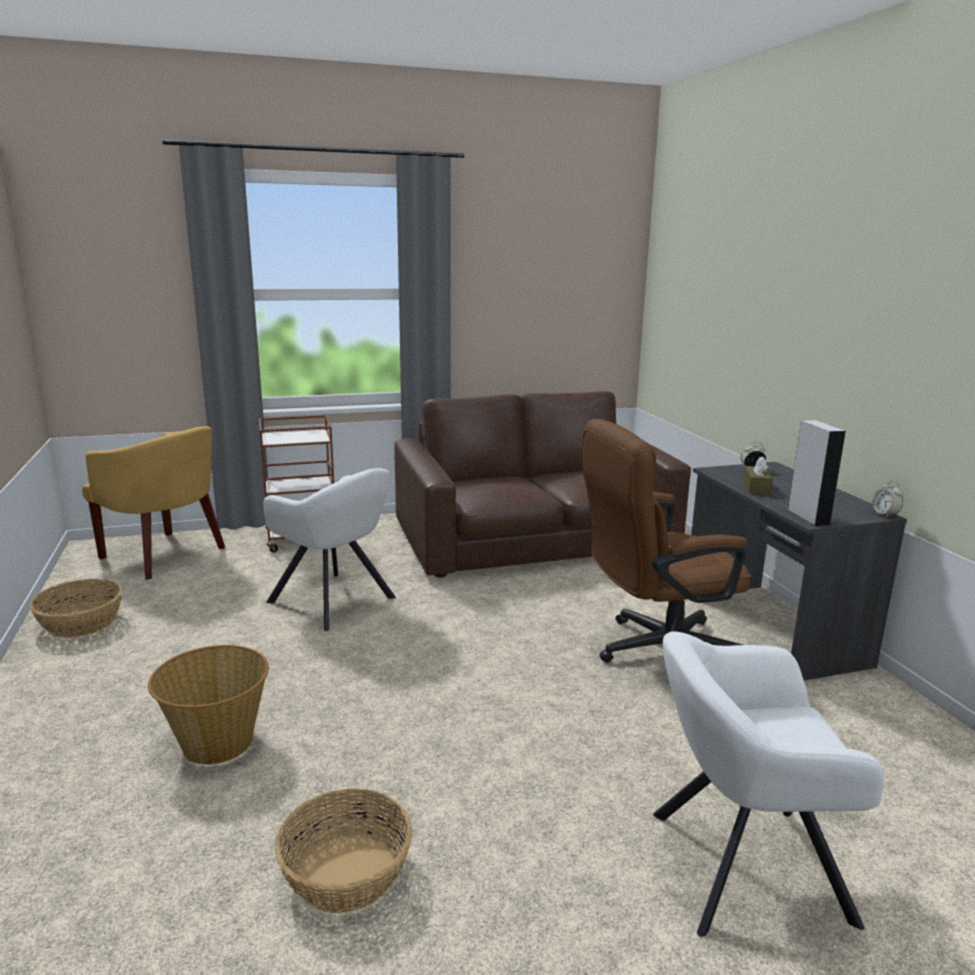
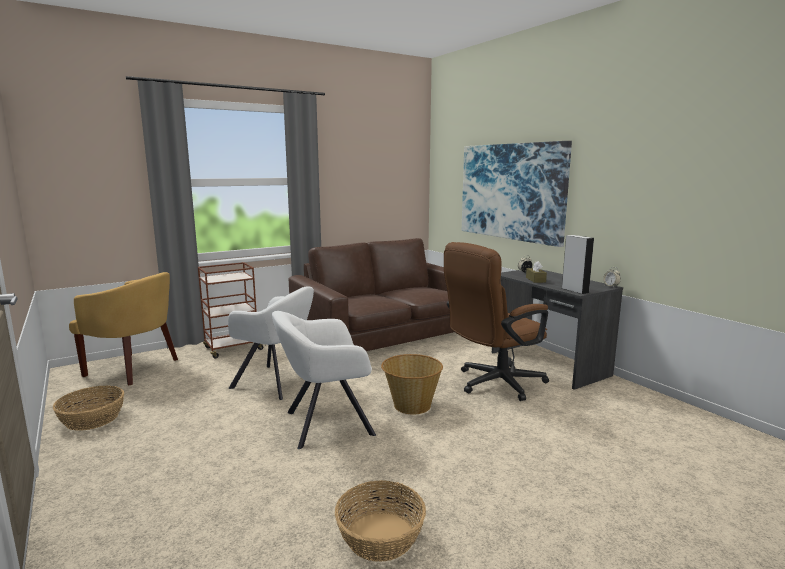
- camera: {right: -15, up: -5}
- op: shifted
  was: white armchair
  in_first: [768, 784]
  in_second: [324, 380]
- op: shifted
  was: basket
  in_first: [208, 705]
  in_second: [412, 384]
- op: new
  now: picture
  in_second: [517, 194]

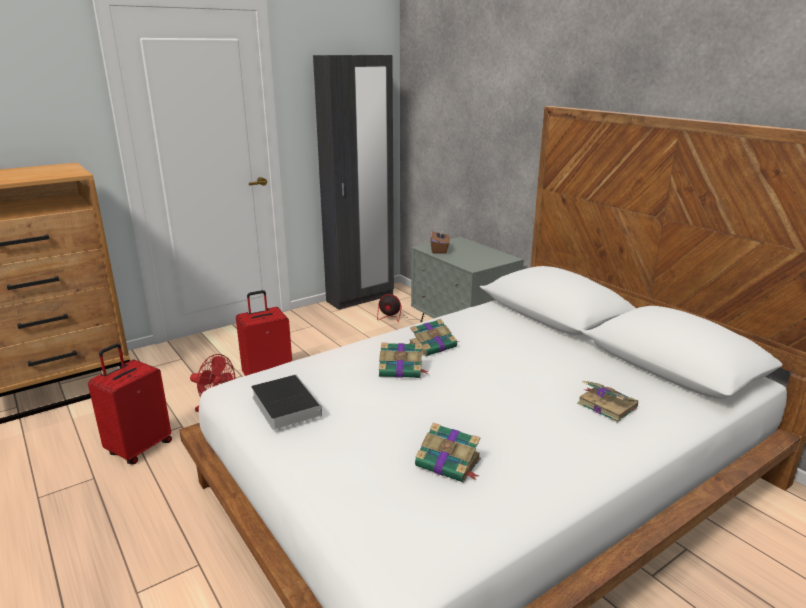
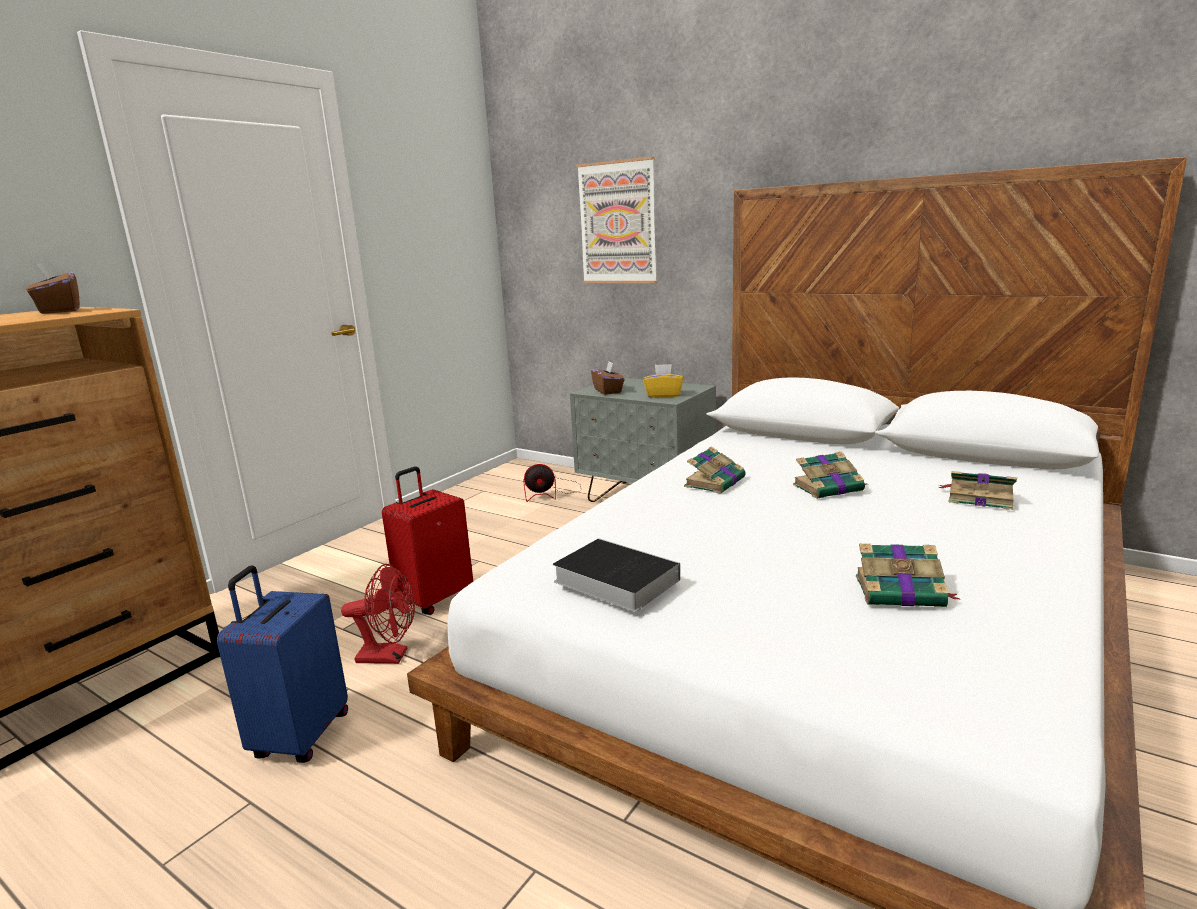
- camera: {right: -20, up: -5}
- op: new
  now: brown tissue box
  in_second: [53, 288]
- op: repainted
  was: red suitcase
  now: blue suitcase
  in_first: [130, 403]
  in_second: [282, 664]
- op: new
  now: picture
  in_second: [617, 220]
- op: new
  now: yellow tissue box
  in_second: [663, 380]
- op: shifted
  was: book
  in_first: [404, 360]
  in_second: [830, 475]
- op: gone
  was: black wardrobe
  in_first: [353, 182]

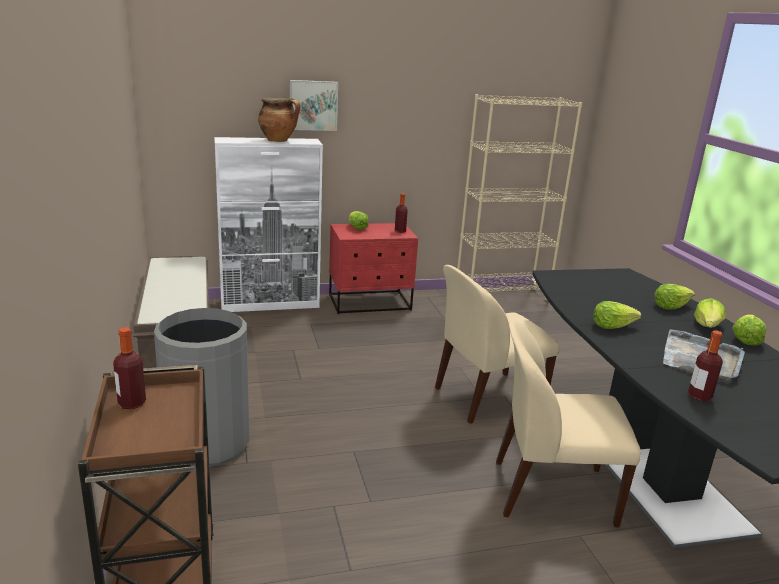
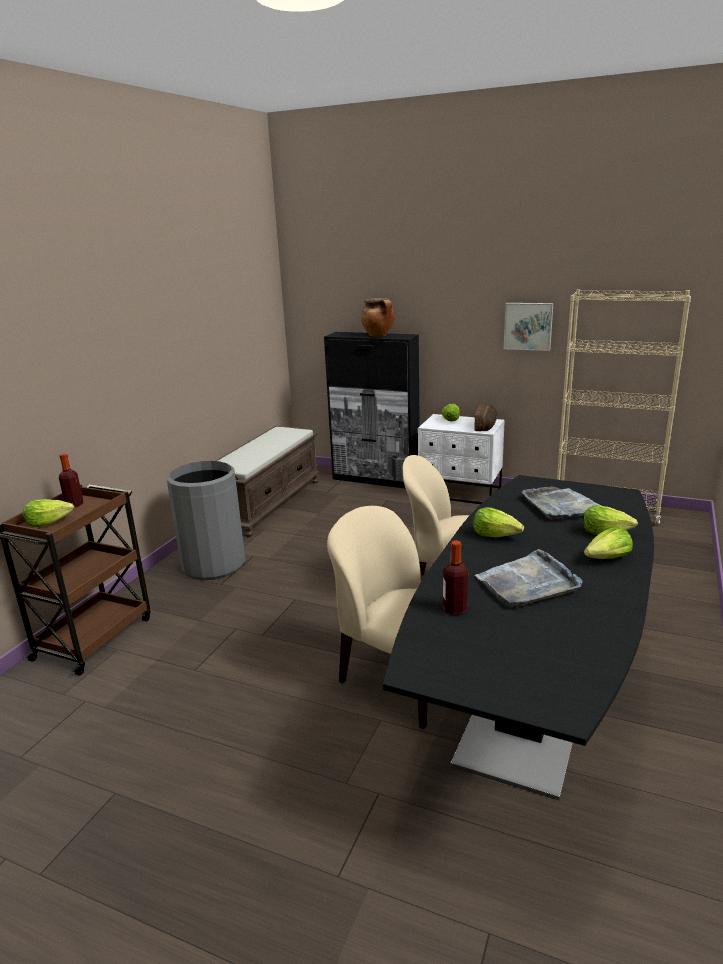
- camera: {right: 40, up: 0}
- op: shifted
  was: lettuce
  in_first: [749, 330]
  in_second: [48, 513]
- op: repainted
  was: white cabinet
  now: black cabinet
  in_first: [268, 224]
  in_second: [372, 410]
- op: repainted
  was: red nightstand
  now: white nightstand
  in_first: [373, 268]
  in_second: [461, 459]
- op: swapped
  was: bottle
  now: bread
  in_first: [401, 213]
  in_second: [485, 417]
- op: shifted
  was: picture
  in_first: [313, 105]
  in_second: [528, 327]
- op: new
  now: grey tray
  in_second: [564, 502]

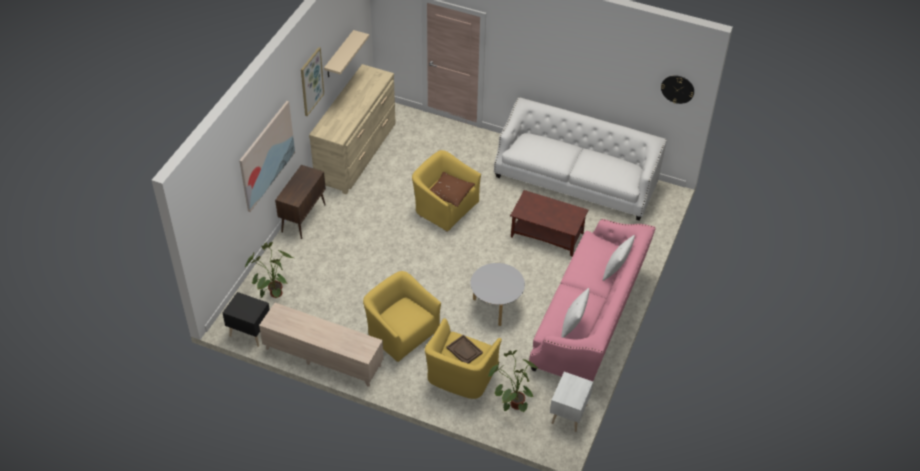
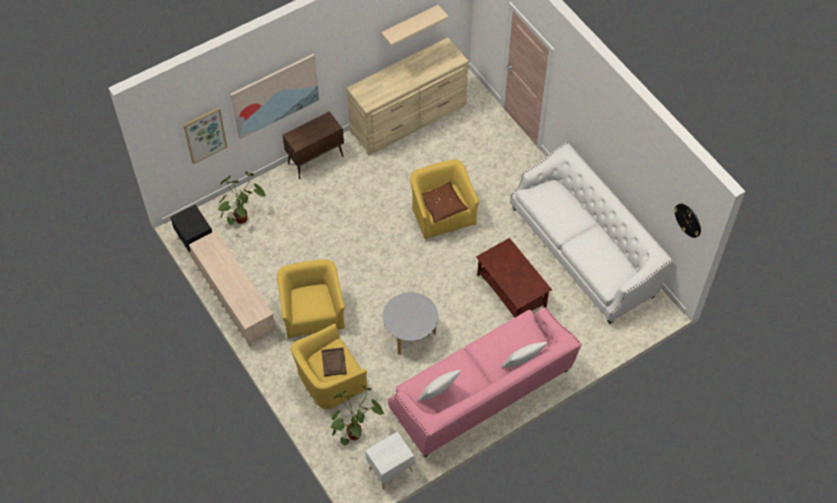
- camera: {right: 35, up: 10}
- op: shifted
  was: picture
  in_first: [312, 81]
  in_second: [205, 136]

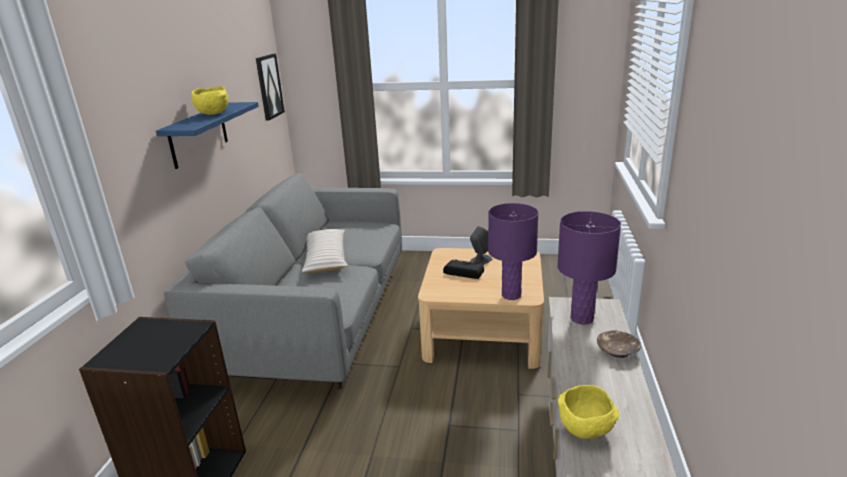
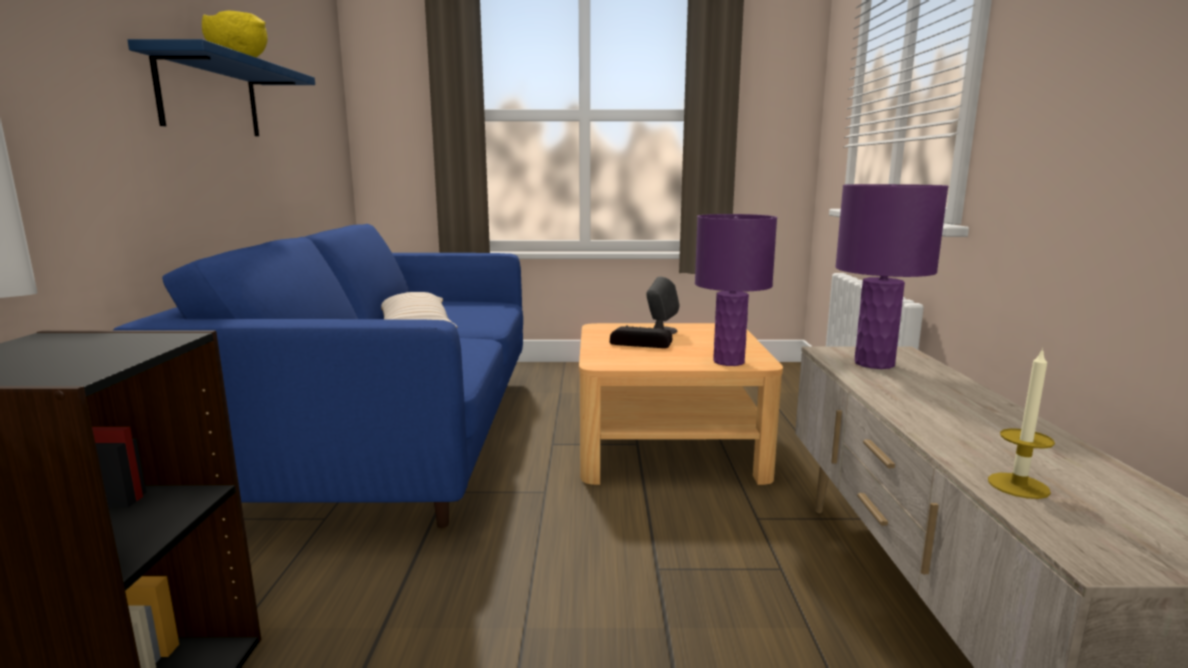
- camera: {right: -10, up: -10}
- op: repainted
  was: grey sofa
  now: blue sofa
  in_first: [283, 281]
  in_second: [317, 376]
- op: swapped
  was: yellow bowl
  now: candle
  in_first: [588, 412]
  in_second: [1021, 423]
- op: gone
  was: picture
  in_first: [270, 87]
- op: gone
  was: brown bowl
  in_first: [619, 344]

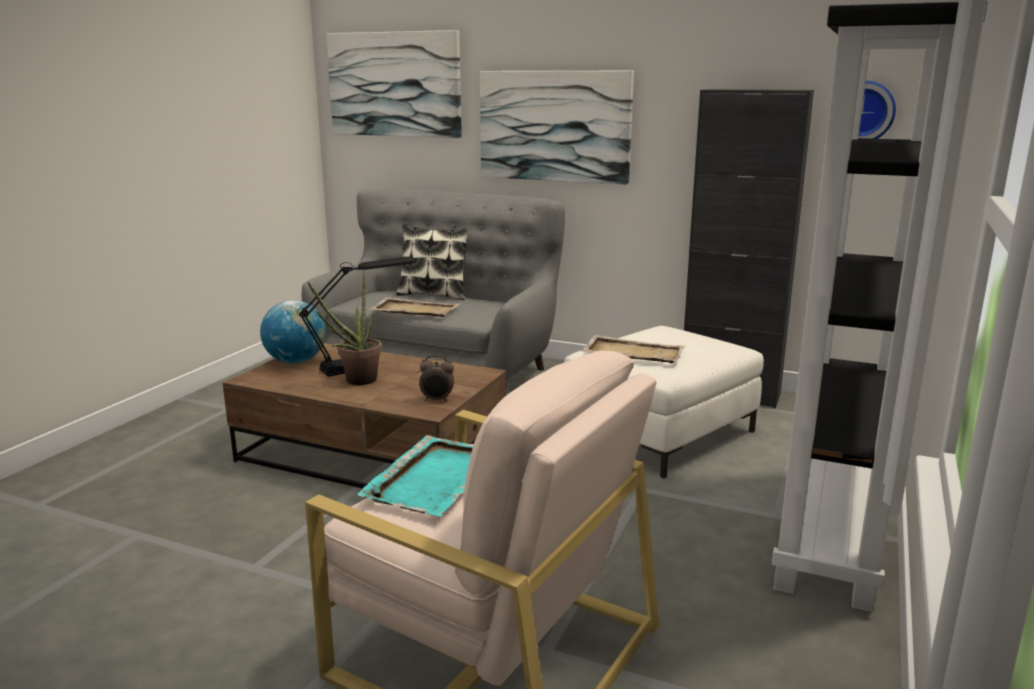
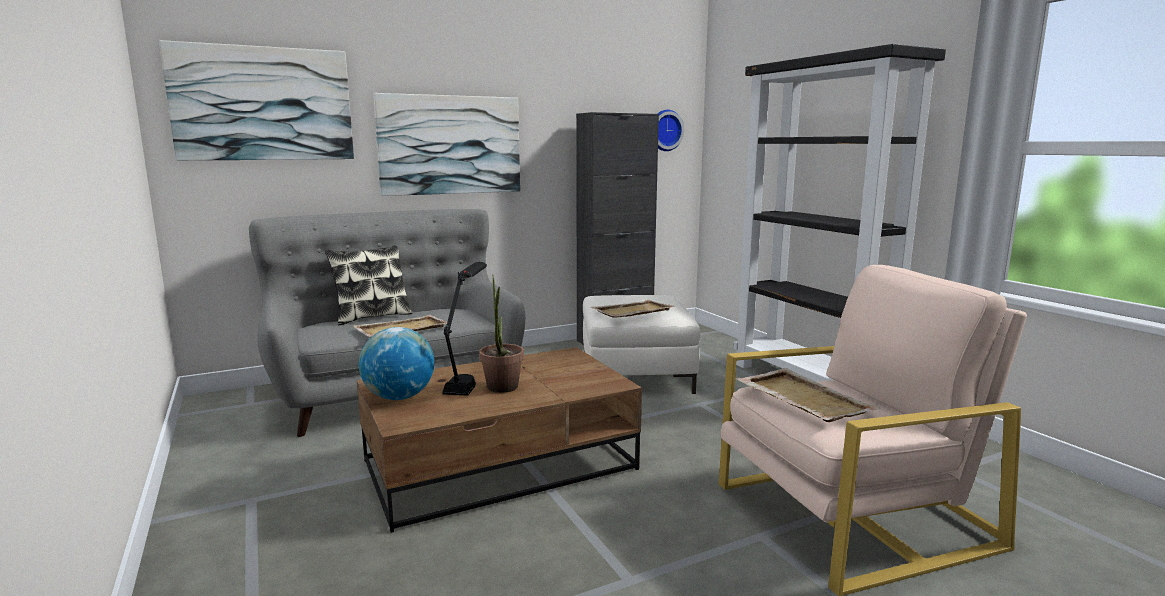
- camera: {right: -50, up: -5}
- op: repainted
  was: turquoise tray
  now: beige tray
  in_first: [415, 475]
  in_second: [808, 395]
- op: gone
  was: alarm clock
  in_first: [436, 378]

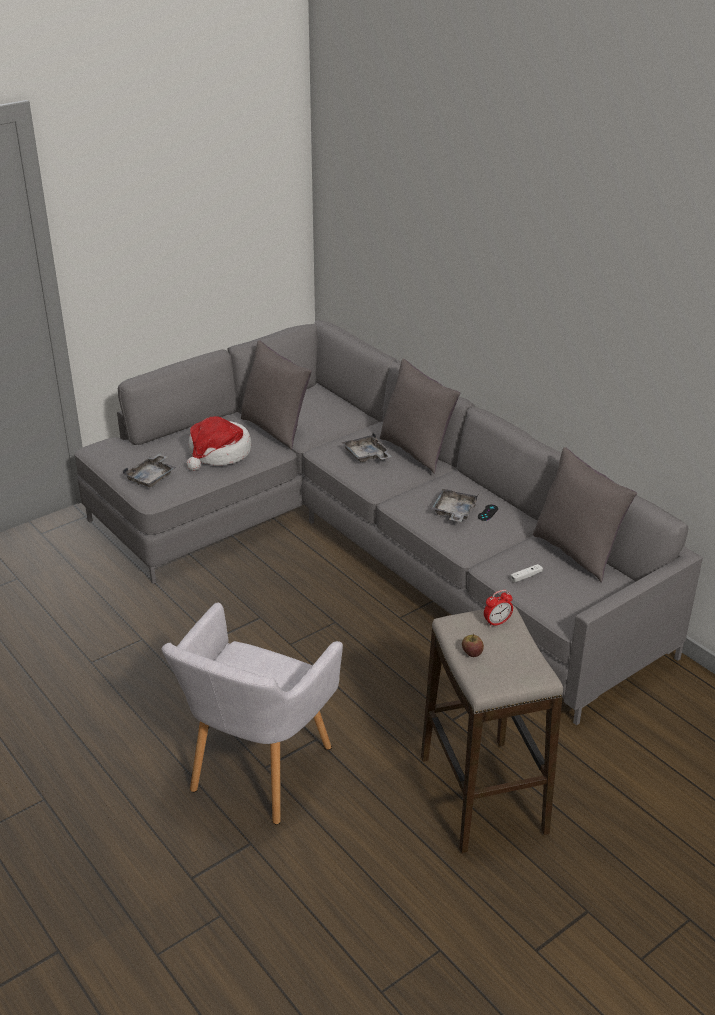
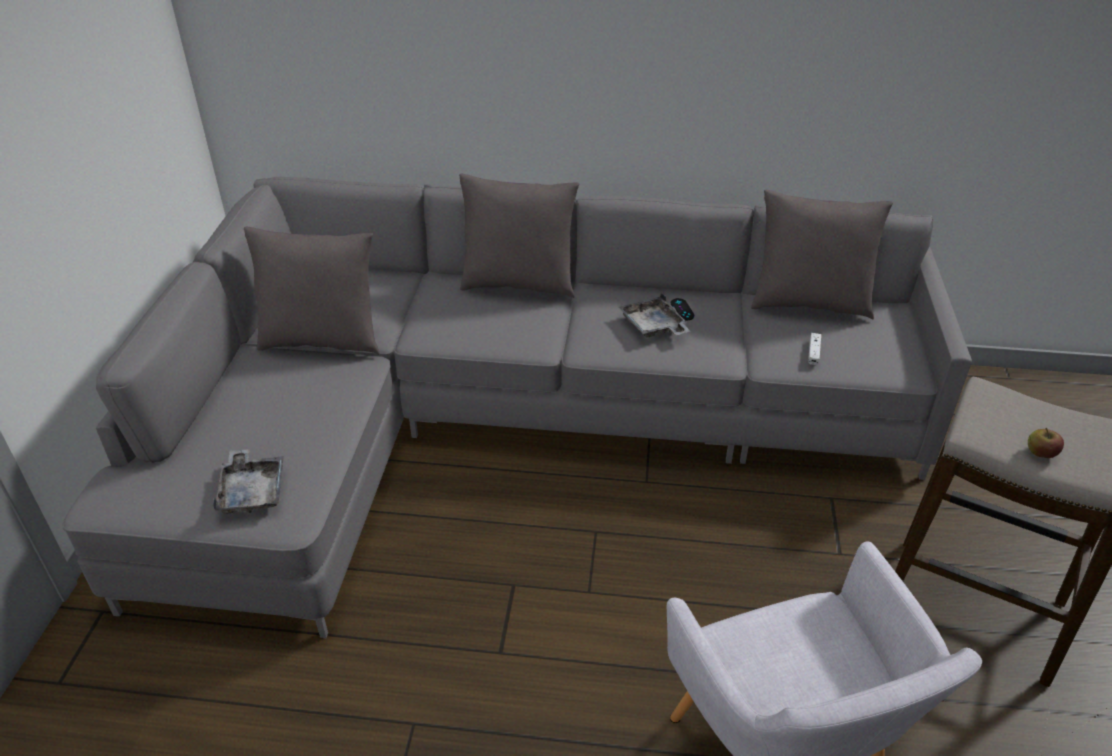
- camera: {right: -45, up: 5}
- op: gone
  was: hat
  in_first: [219, 443]
- op: gone
  was: grey tray
  in_first: [366, 447]
- op: gone
  was: alarm clock
  in_first: [498, 608]

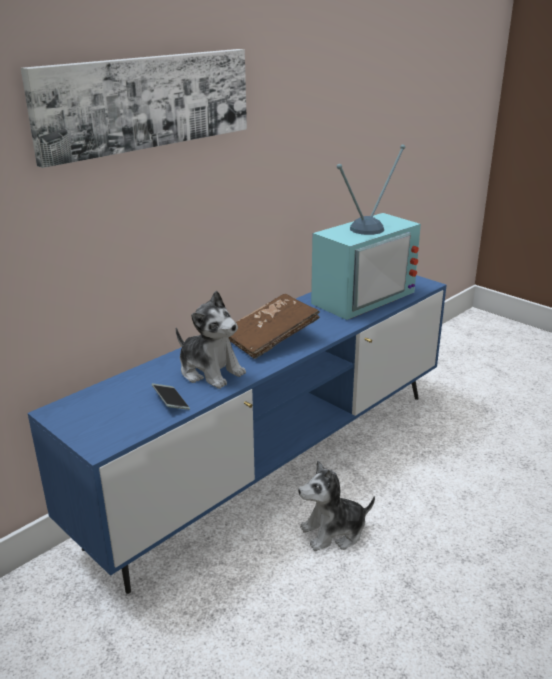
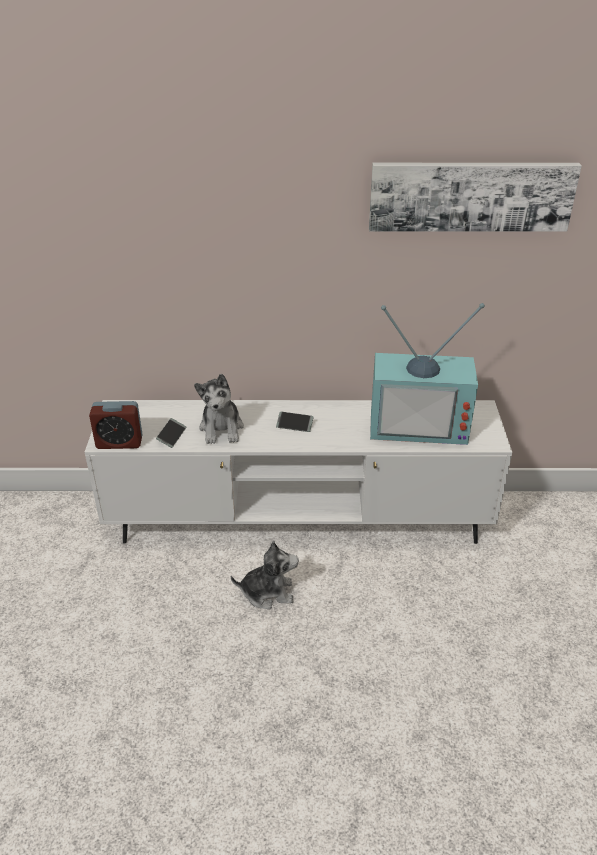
- camera: {right: 45, up: 10}
- op: repainted
  was: blue tv stand
  now: white tv stand
  in_first: [237, 434]
  in_second: [298, 472]
- op: new
  now: alarm clock
  in_second: [116, 425]
- op: rotated
  was: plush toy
  in_first: [336, 505]
  in_second: [265, 575]
  clockwise: 150
- op: swapped
  was: brown book
  now: phone
  in_first: [274, 326]
  in_second: [295, 422]
- op: shifted
  was: picture
  in_first: [134, 108]
  in_second: [475, 197]

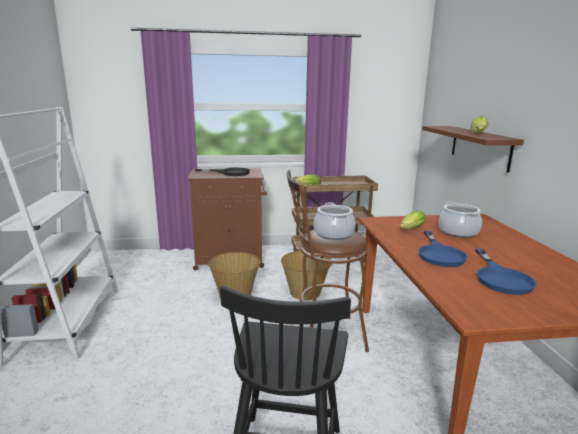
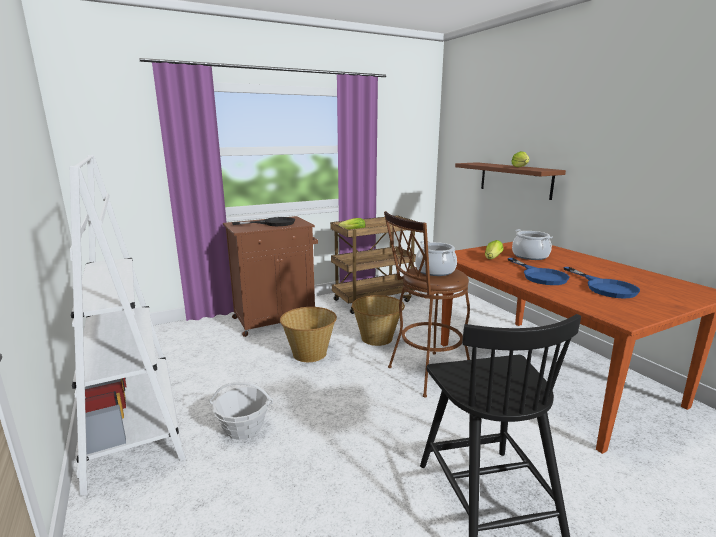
- camera: {right: -20, up: 0}
- op: new
  now: basket
  in_second: [241, 411]

